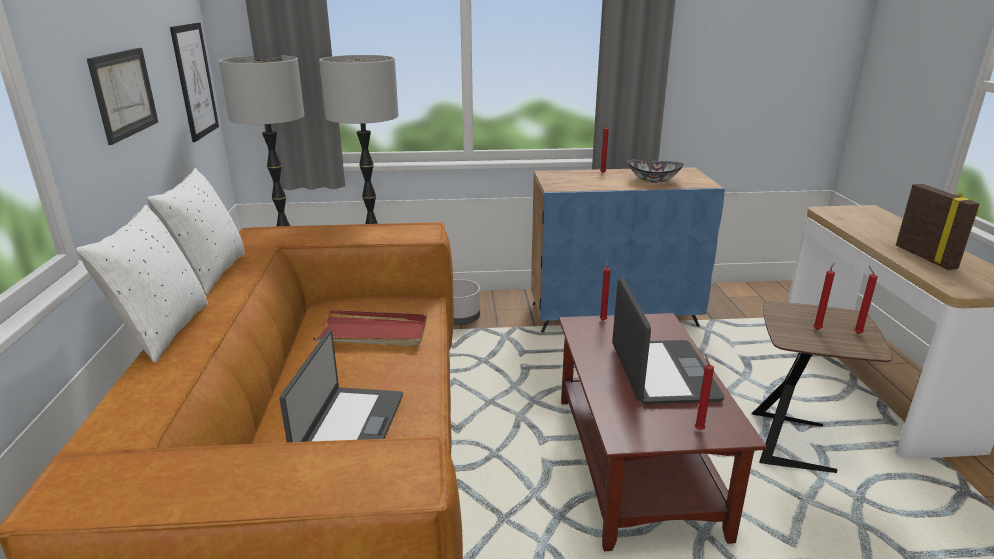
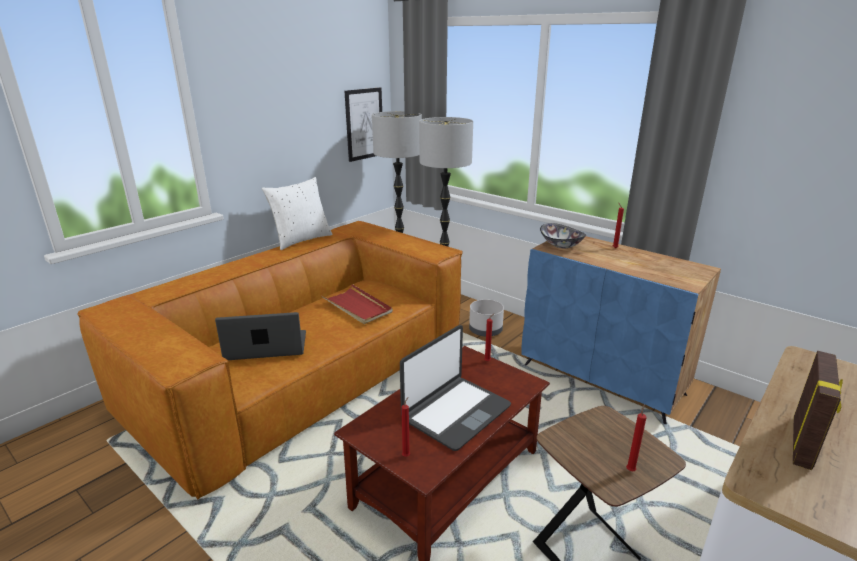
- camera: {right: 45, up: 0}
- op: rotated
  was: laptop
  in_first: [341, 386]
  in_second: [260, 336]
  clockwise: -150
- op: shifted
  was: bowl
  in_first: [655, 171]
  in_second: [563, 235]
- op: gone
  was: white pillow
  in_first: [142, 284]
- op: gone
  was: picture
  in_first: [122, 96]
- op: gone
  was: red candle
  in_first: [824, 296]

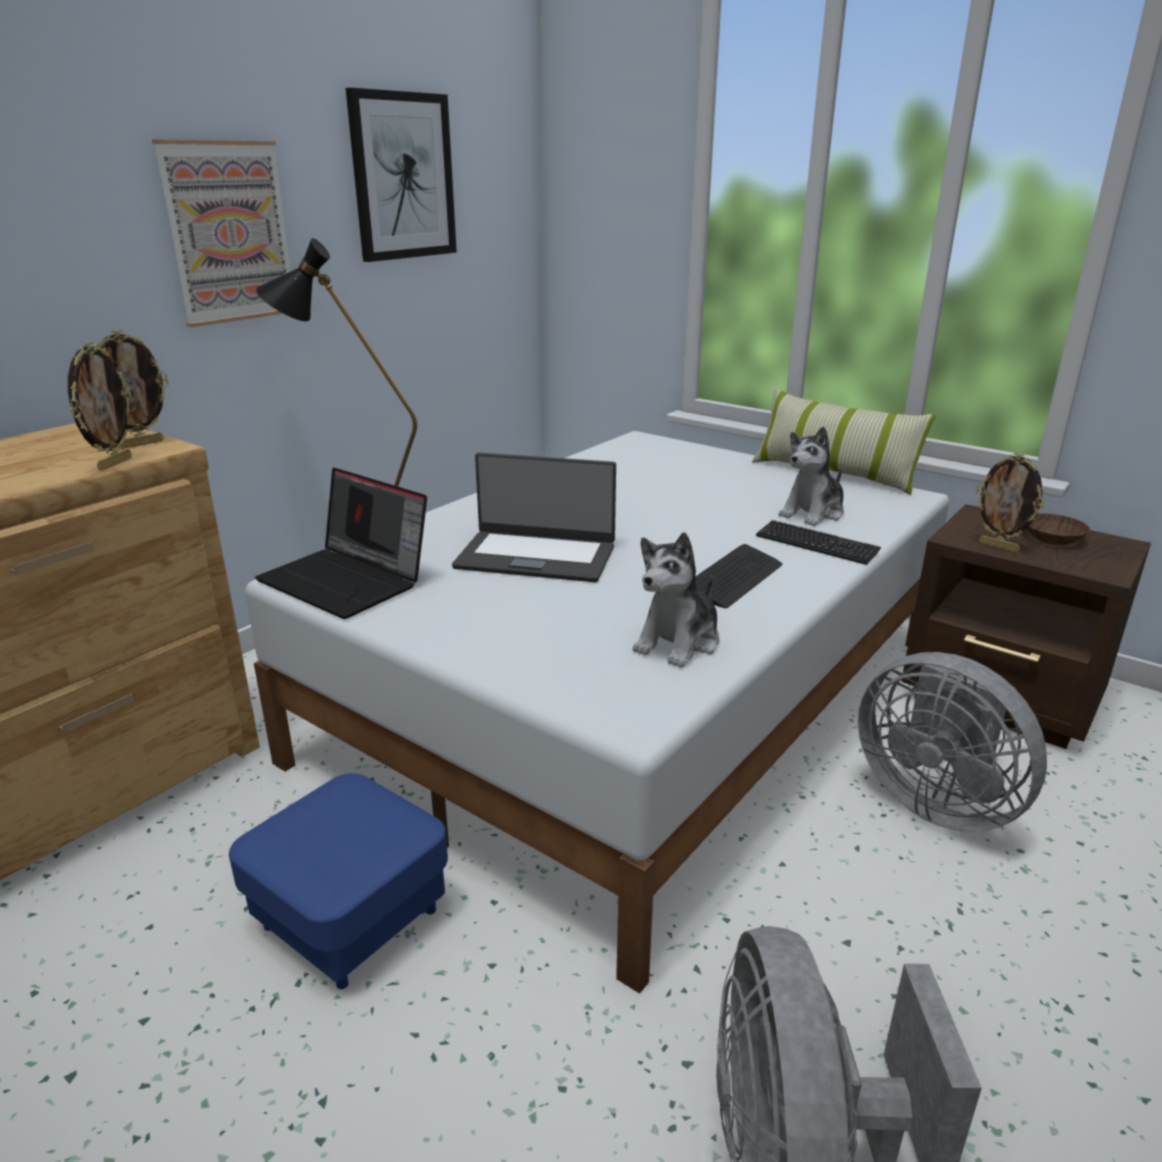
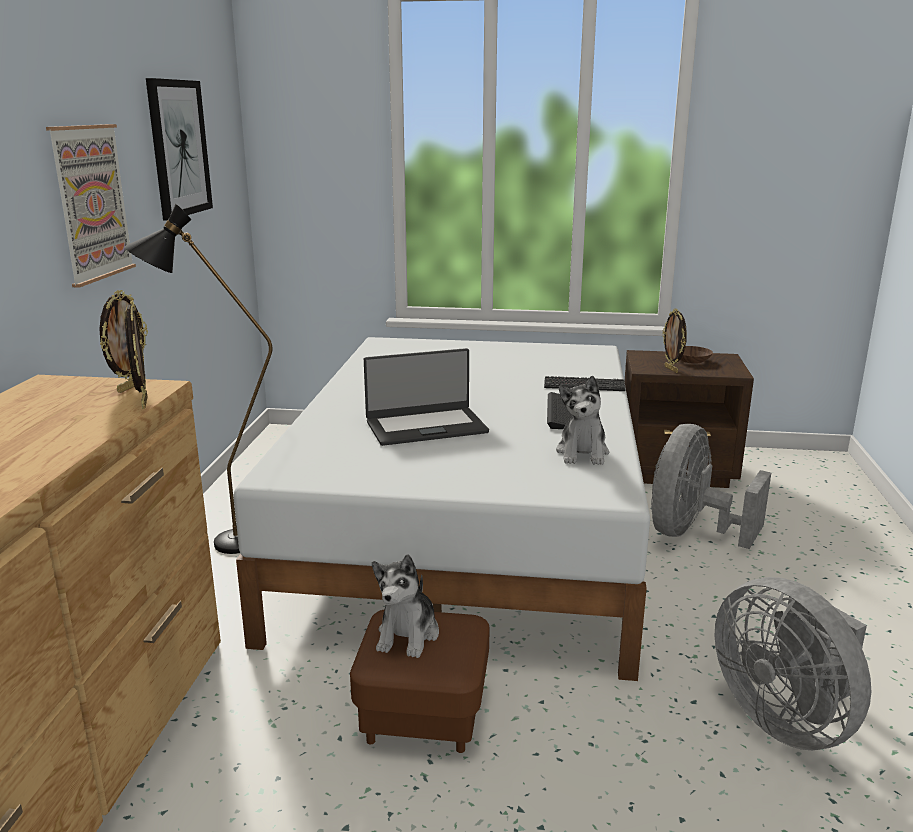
- camera: {right: -30, up: -5}
- op: repainted
  was: blue ottoman
  now: brown ottoman
  in_first: [338, 881]
  in_second: [420, 681]
- op: shifted
  was: plush toy
  in_first: [811, 476]
  in_second: [405, 606]
- op: rotated
  was: grey fan
  in_first: [952, 742]
  in_second: [711, 486]
  clockwise: 105
- op: rotated
  was: picture frame
  in_first: [1010, 502]
  in_second: [675, 341]
  clockwise: 60
- op: gone
  was: laptop
  in_first: [341, 543]
- op: gone
  was: pillow
  in_first: [844, 441]

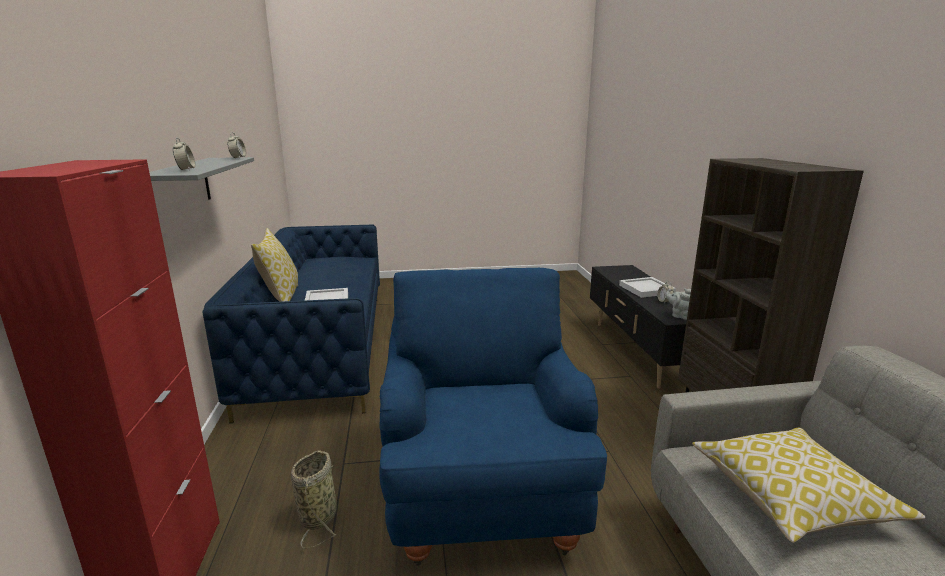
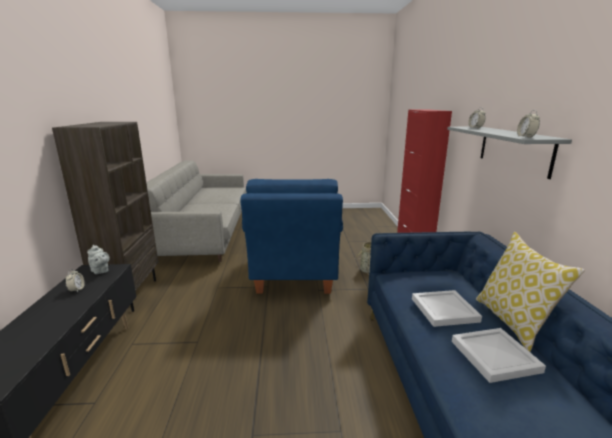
- camera: {right: -175, up: 0}
- op: shifted
  was: white tray
  in_first: [647, 287]
  in_second: [499, 355]
- op: gone
  was: pillow
  in_first: [809, 485]

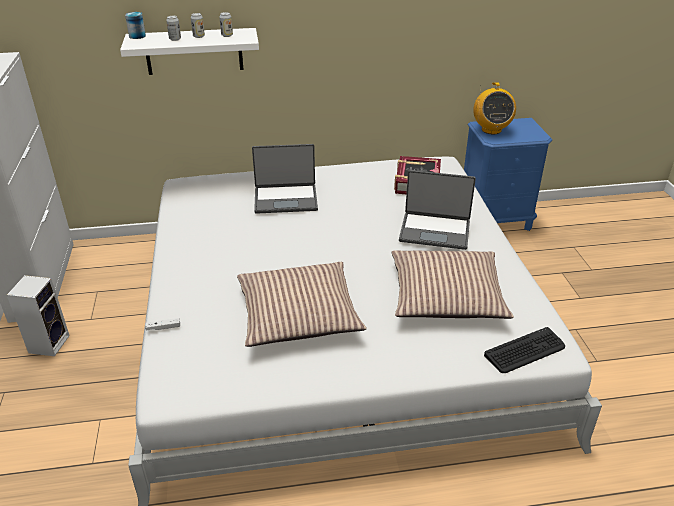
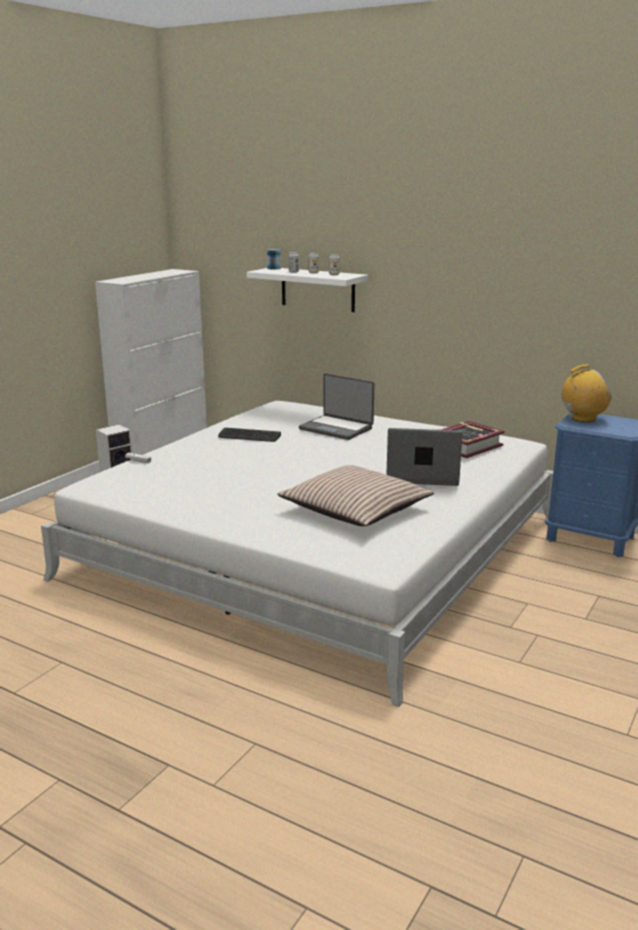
- camera: {right: 40, up: -15}
- op: shifted
  was: keyboard
  in_first: [524, 350]
  in_second: [249, 435]
- op: rotated
  was: laptop
  in_first: [437, 210]
  in_second: [424, 457]
  clockwise: 135
- op: rotated
  was: radio
  in_first: [494, 108]
  in_second: [587, 393]
  clockwise: -135
- op: gone
  was: pillow
  in_first: [302, 304]

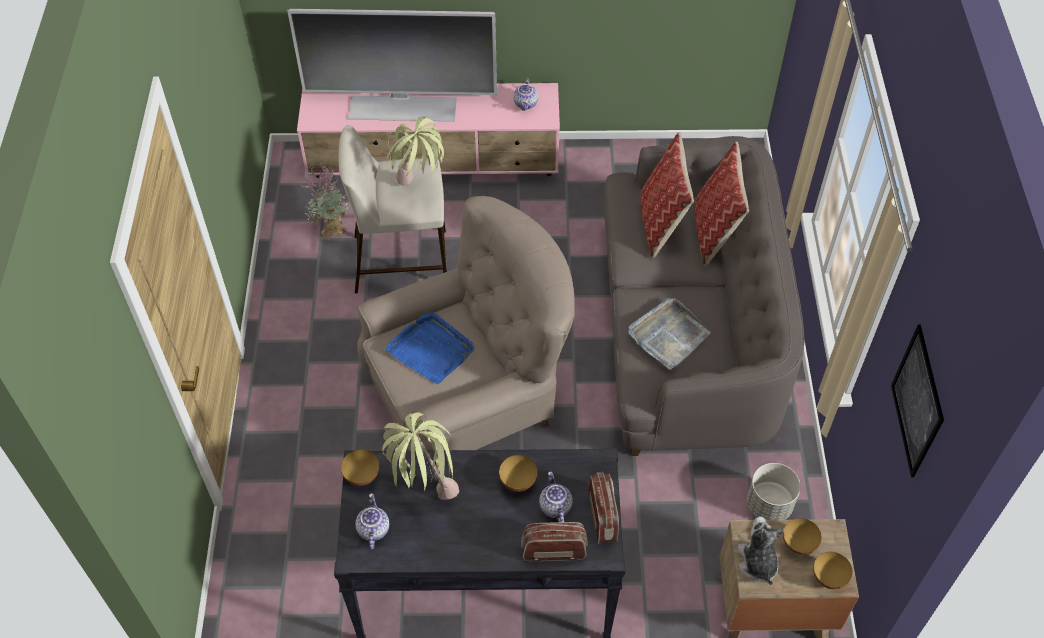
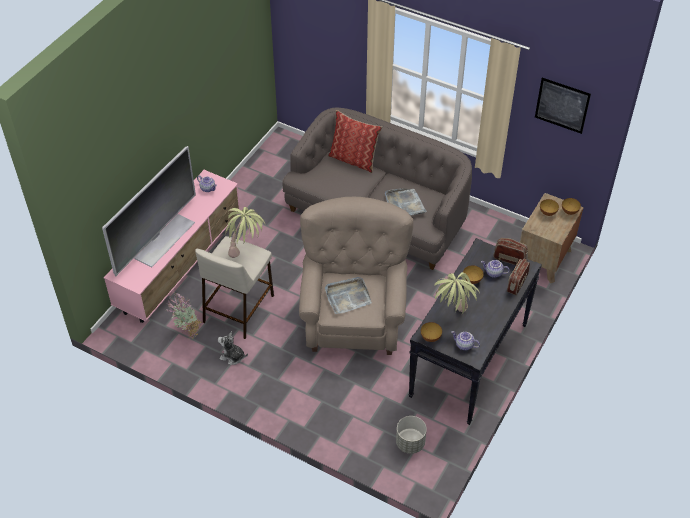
- camera: {right: -60, up: -5}
- op: shifted
  was: plush toy
  in_first: [761, 550]
  in_second: [233, 348]
- op: repainted
  was: blue tray
  now: grey tray
  in_first: [430, 348]
  in_second: [348, 295]
- op: shifted
  was: grey planter
  in_first: [774, 491]
  in_second: [411, 435]
- op: gone
  was: pillow
  in_first: [667, 195]

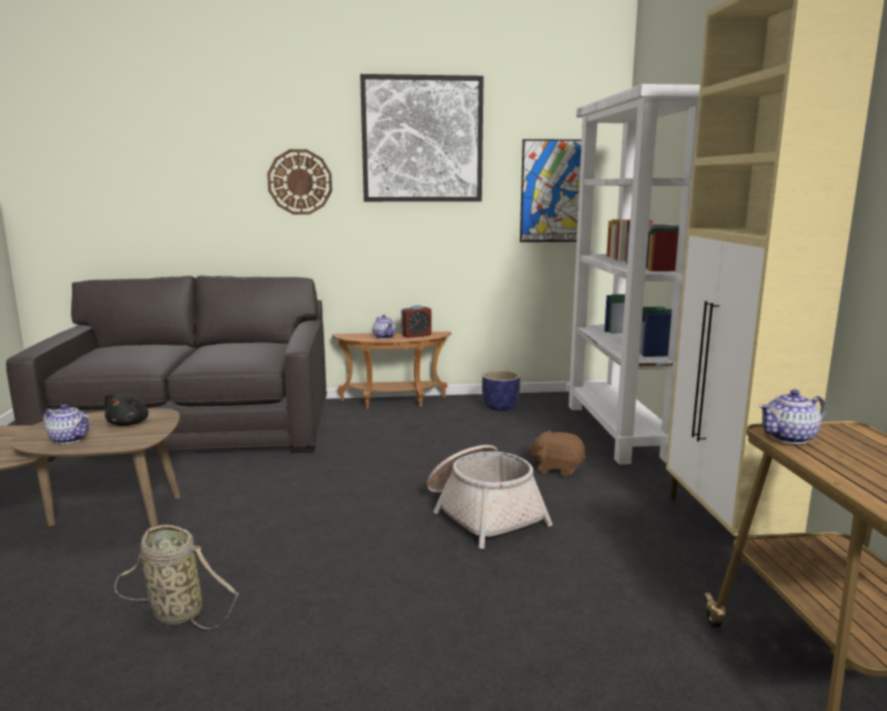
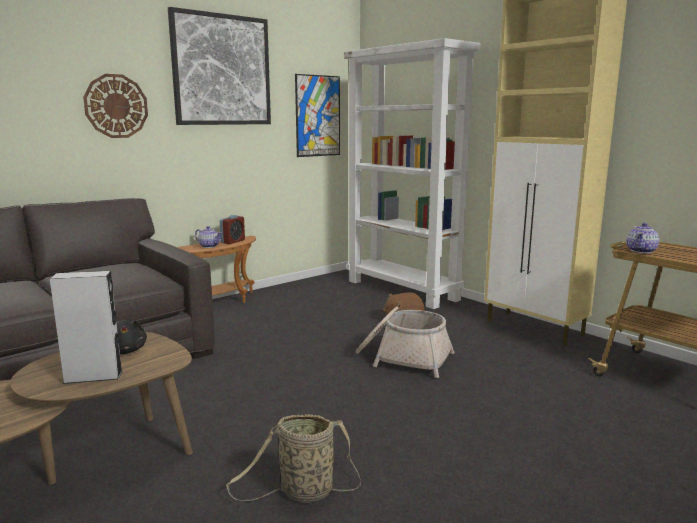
- camera: {right: -35, up: 0}
- op: swapped
  was: teapot
  now: grey speaker
  in_first: [66, 424]
  in_second: [86, 327]
- op: gone
  was: planter
  in_first: [501, 390]

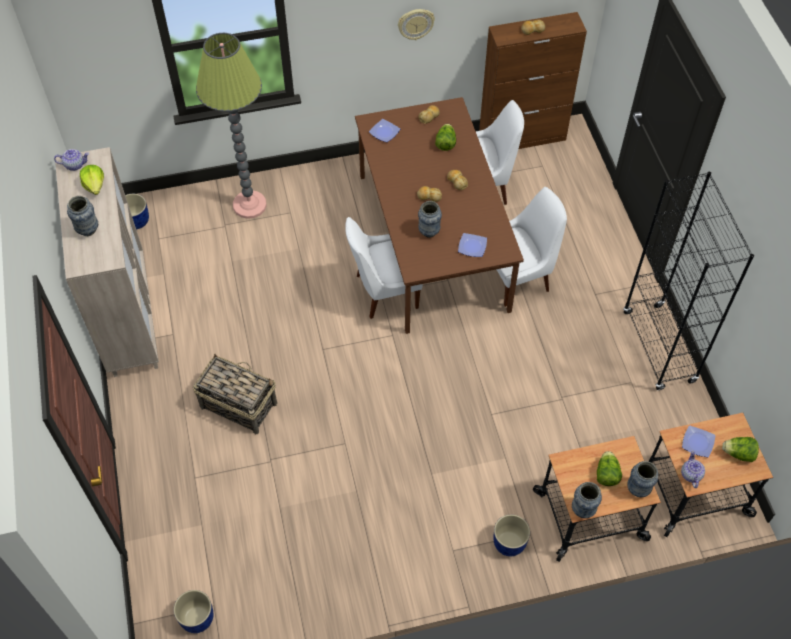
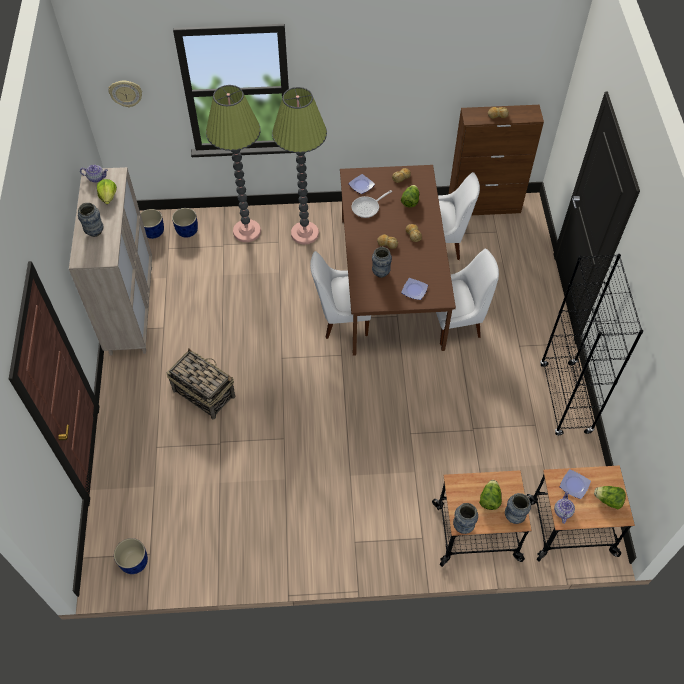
- camera: {right: 10, up: 0}
- op: shifted
  was: wall clock
  in_first: [416, 24]
  in_second: [125, 94]
- op: shifted
  was: blue planter
  in_first: [511, 535]
  in_second: [185, 223]
- op: new
  now: floor lamp
  in_second: [299, 165]
- op: new
  now: frying pan
  in_second: [372, 204]

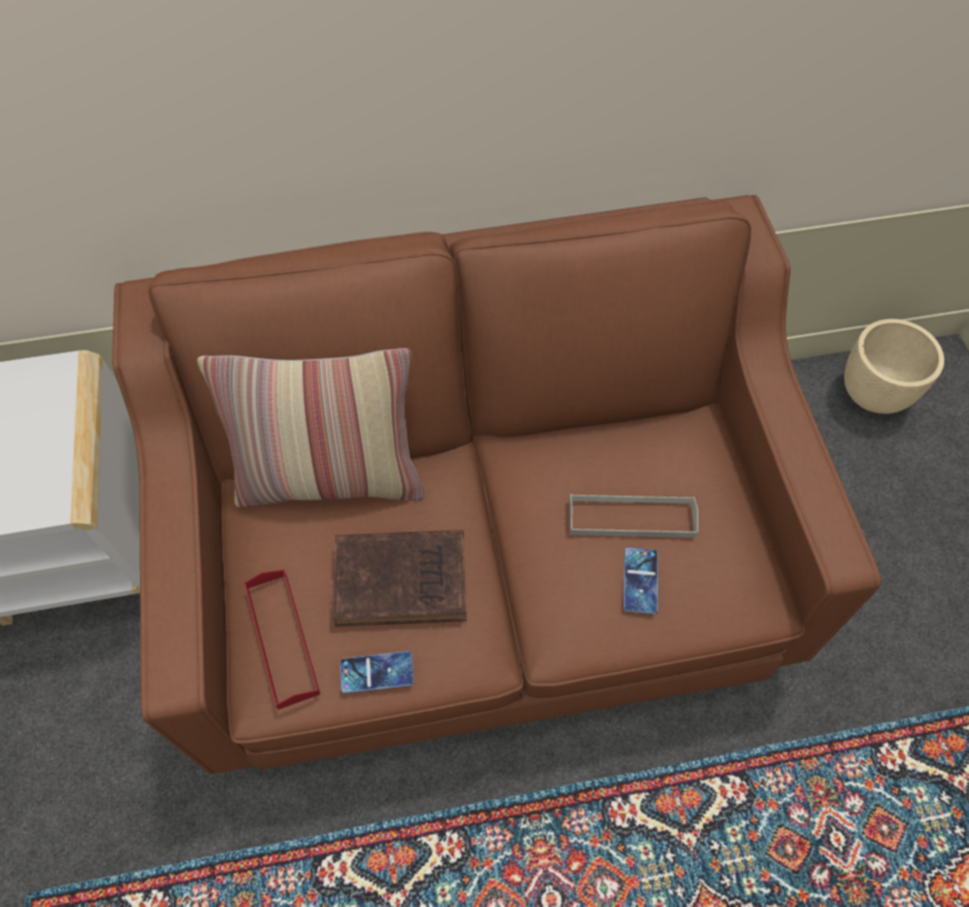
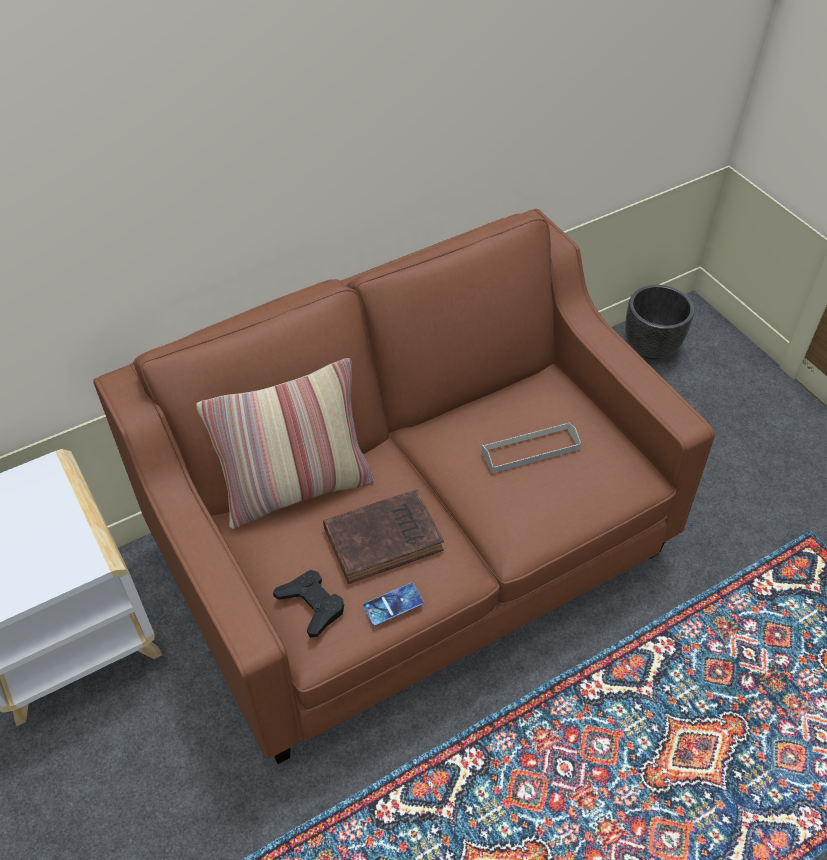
- camera: {right: -20, up: -10}
- op: swapped
  was: red tray
  now: black game controller
  in_first: [282, 639]
  in_second: [308, 604]
- op: repainted
  was: beige planter
  now: black planter
  in_first: [894, 366]
  in_second: [659, 322]
- op: gone
  was: phone
  in_first: [641, 581]

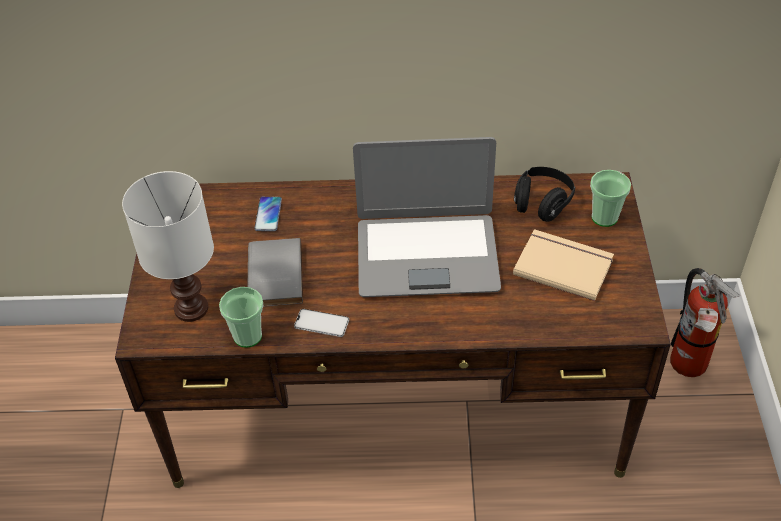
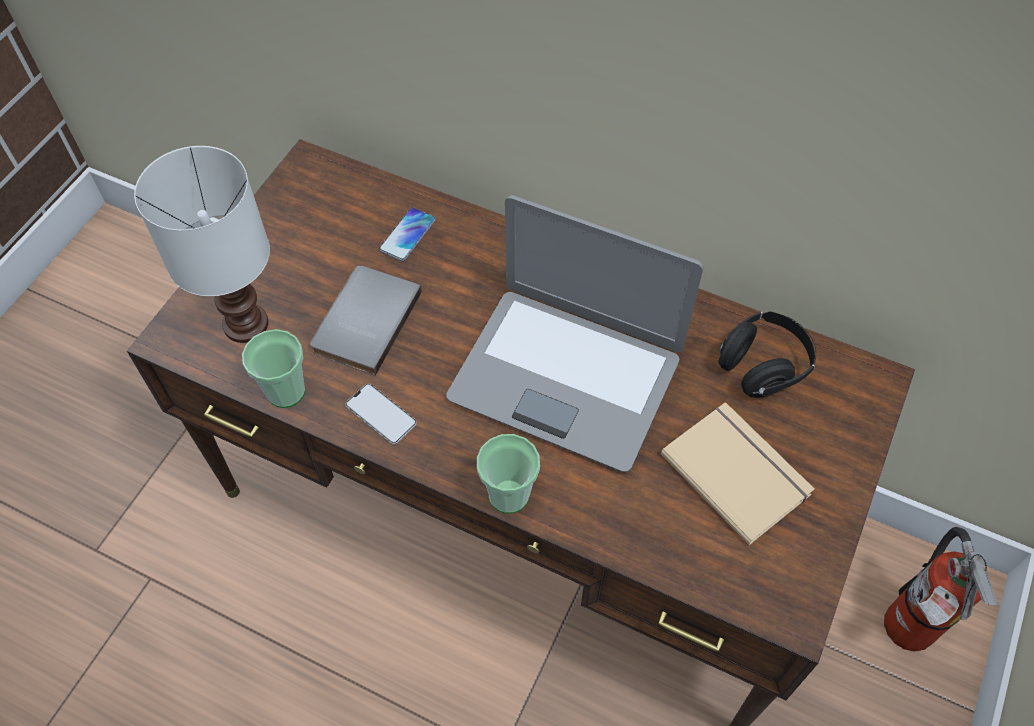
- camera: {right: 25, up: 10}
- op: shifted
  was: cup
  in_first: [610, 198]
  in_second: [508, 474]

